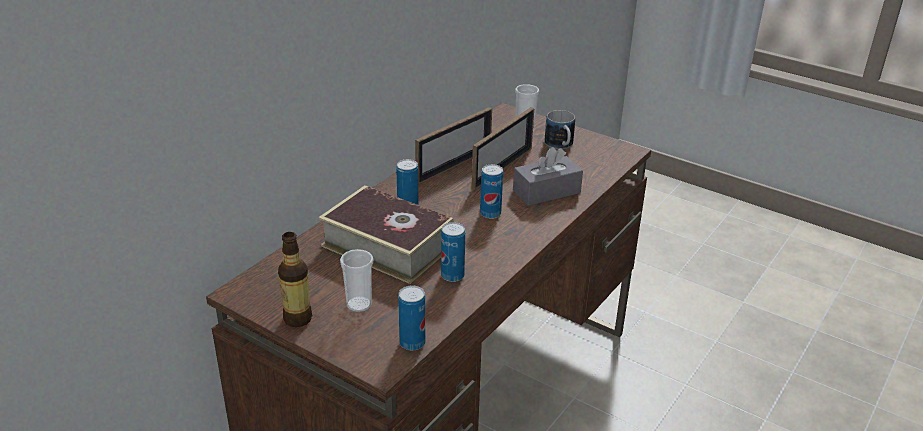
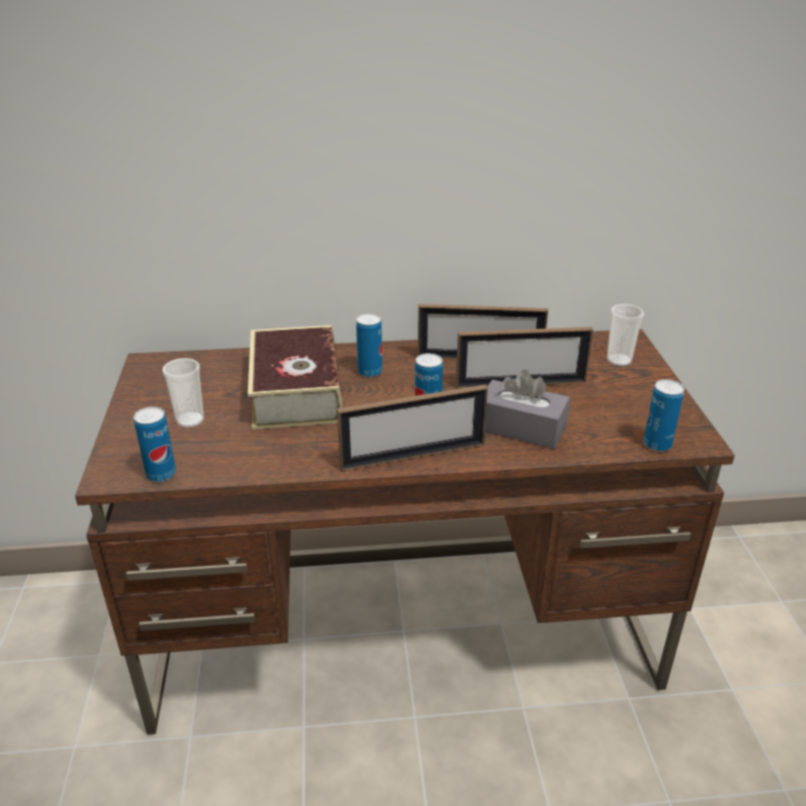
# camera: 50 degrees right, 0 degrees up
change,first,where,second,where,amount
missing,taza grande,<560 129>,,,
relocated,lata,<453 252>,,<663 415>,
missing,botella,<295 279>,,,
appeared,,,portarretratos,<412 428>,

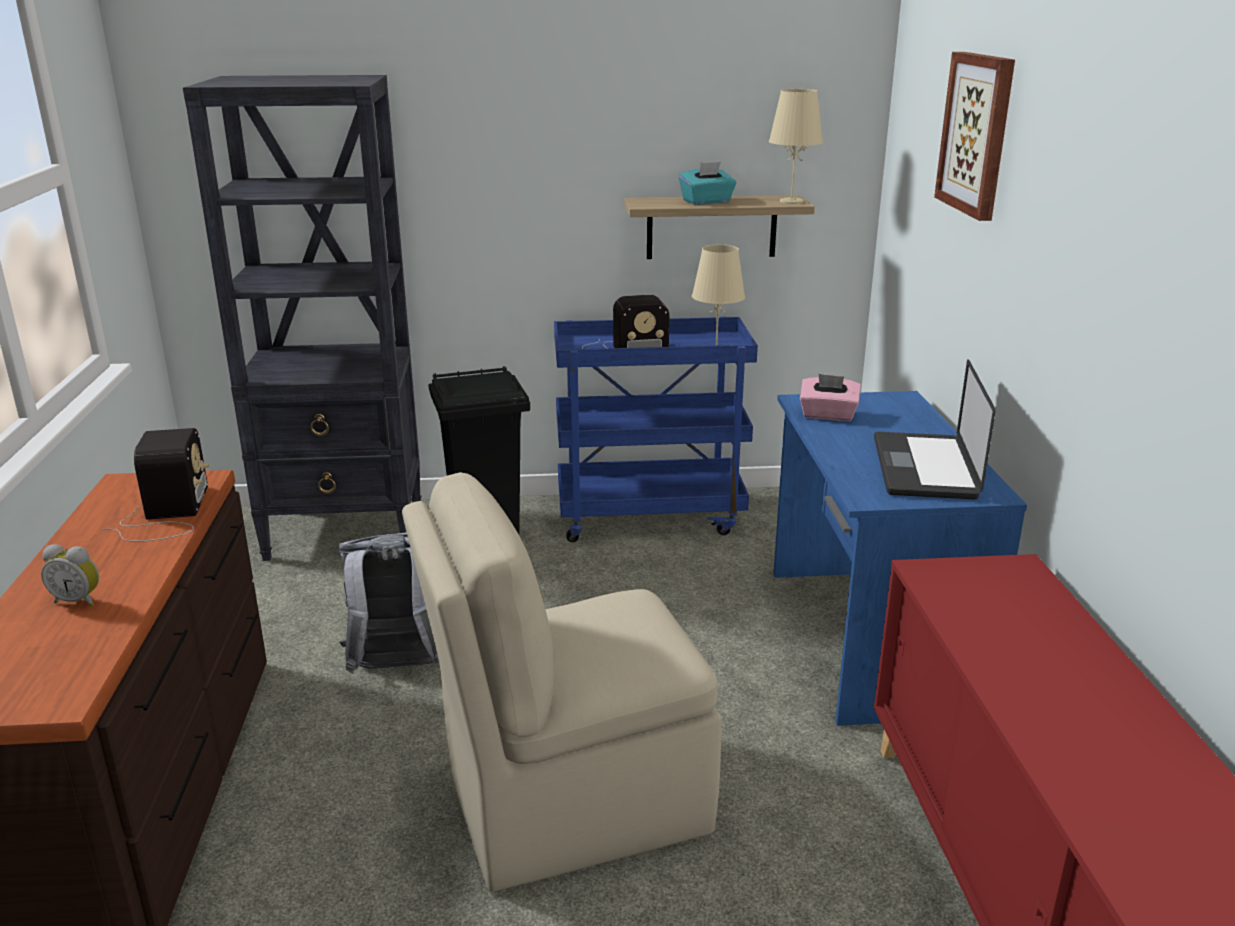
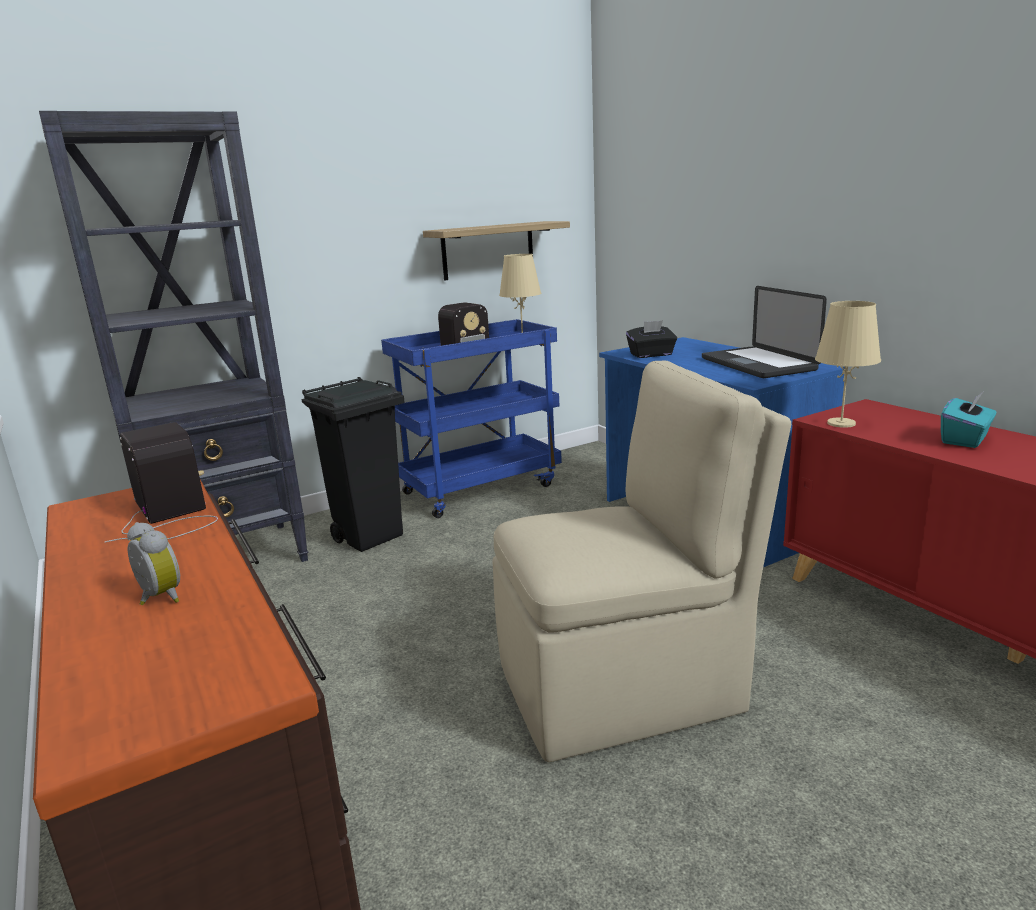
# camera: 25 degrees left, 5 degrees down
change,first,where,second,where,amount
missing,cuadro,<974 136>,,,
relocated,lámpara de mesa/beis,<796 146>,,<848 364>,
relocated,caja de pañuelos/turquesa,<707 183>,,<968 419>,
colour,caja de pañuelos/rosa,<830 397>,caja de pañuelos/negro,<651 339>,
spun,silla/beis,<562 682>,,<641 561>,150 degrees counterclockwise
missing,mochila/gris,<389 602>,,,
spun,despertador,<70 575>,,<153 563>,120 degrees counterclockwise

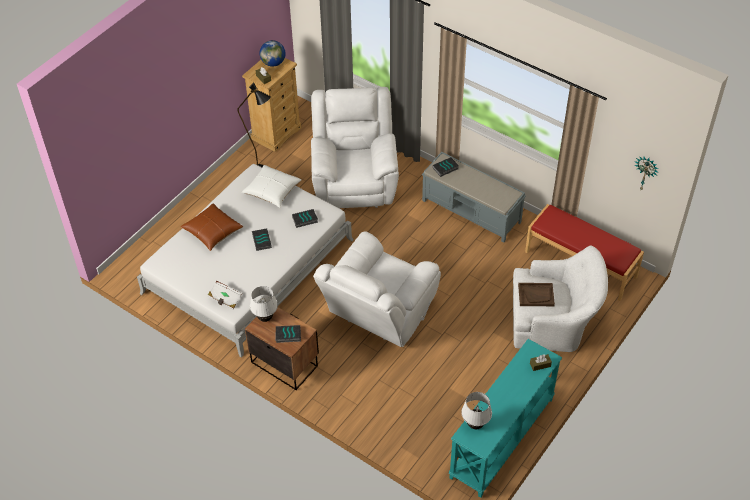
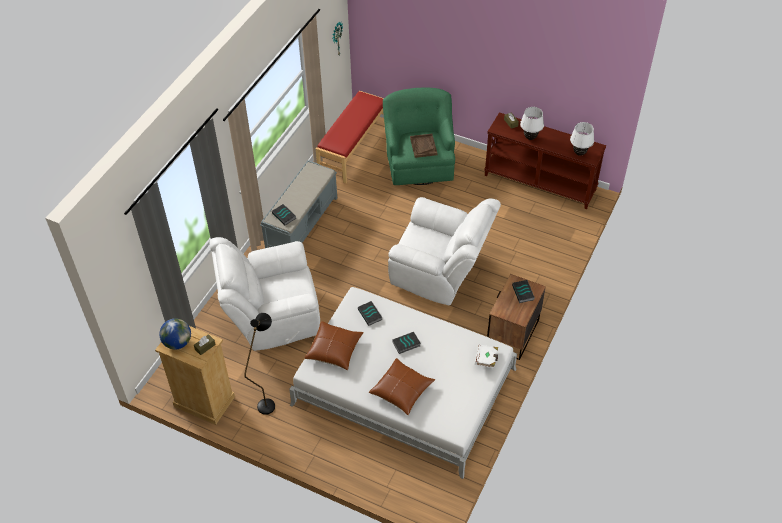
# camera: 100 degrees left, 0 degrees up
change,first,where,second,where,amount
colour,cojín/blanco,<271 186>,cojín/marrón,<334 345>,
colour,sillón/blanco,<560 298>,sillón/verde,<419 136>,
relocated,lámpara de mesa/blanco,<264 304>,,<532 123>,
colour,mesa consola/turquesa,<505 418>,mesa consola/marrón,<545 160>,

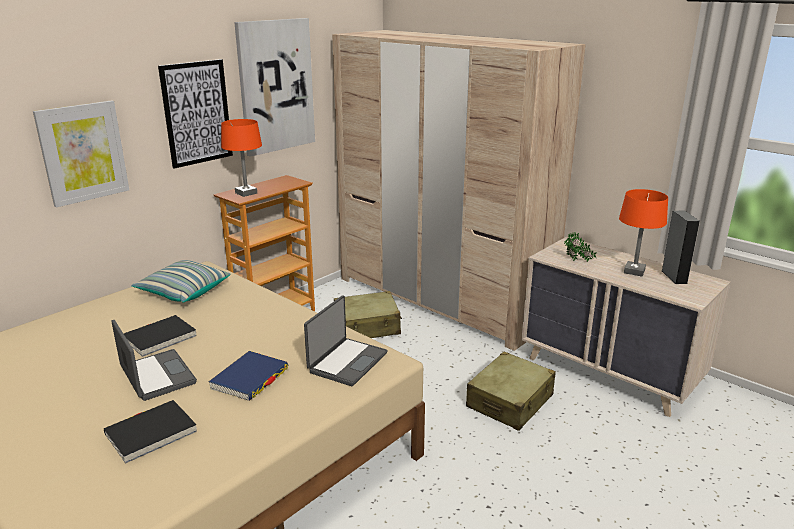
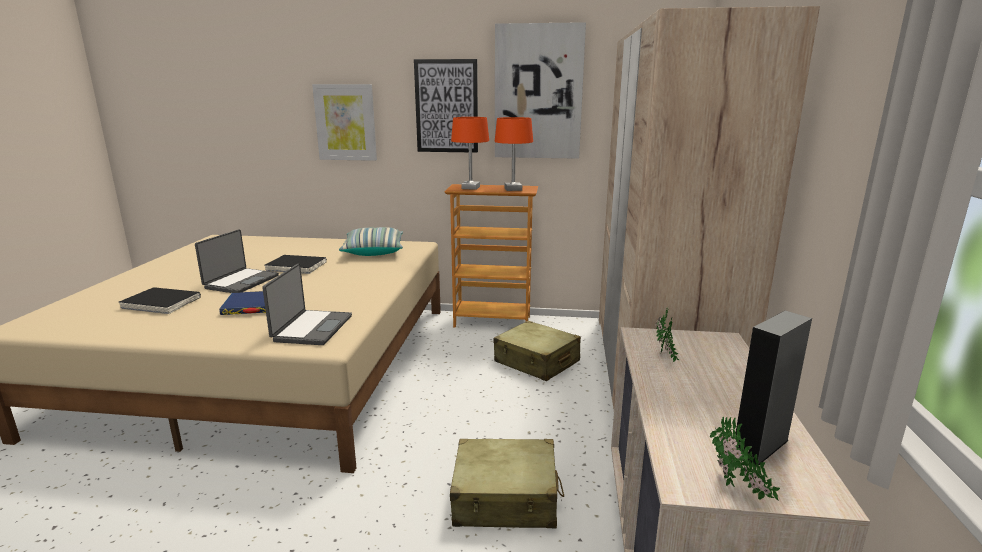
# camera: 55 degrees right, 5 degrees down
change,first,where,second,where,amount
relocated,lámpara de mesa/naranja,<643 232>,,<514 154>,
spun,portátil,<346 340>,,<307 304>,75 degrees counterclockwise
appeared,,,planta en maceta,<745 459>,

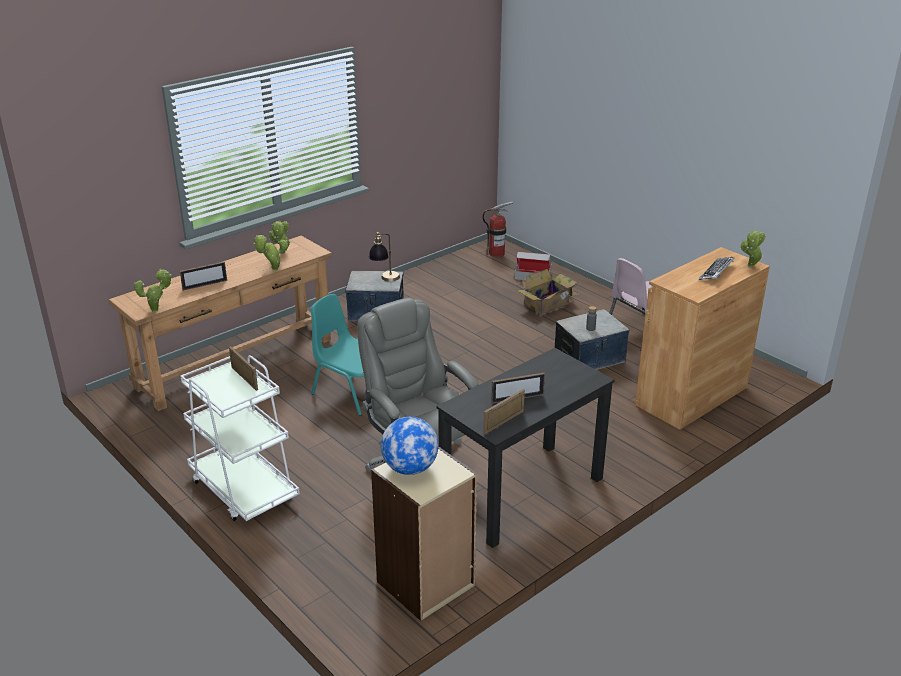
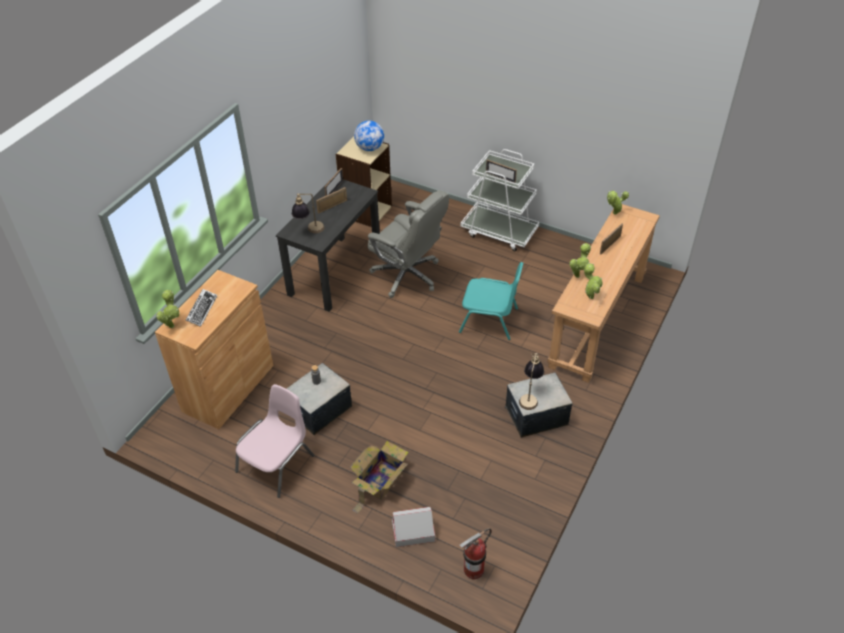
# camera: 160 degrees right, 15 degrees up
change,first,where,second,where,amount
appeared,,,lámpara de mesa,<308 213>,

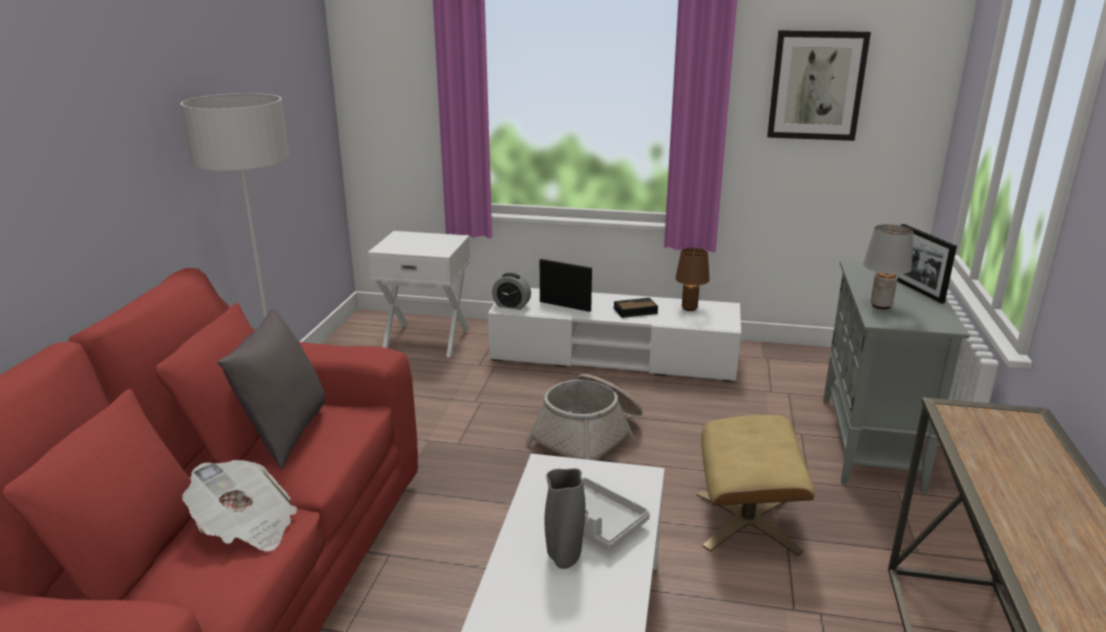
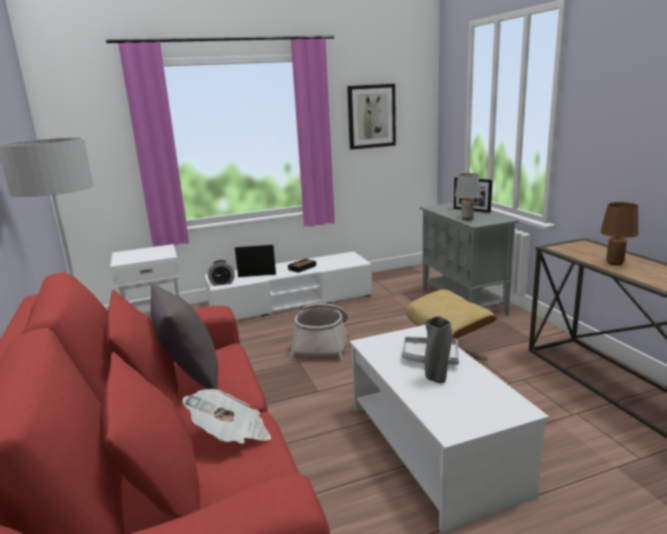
# camera: 30 degrees left, 5 degrees down
change,first,where,second,where,amount
relocated,lámpara de mesa/marrón,<692 279>,,<619 233>,

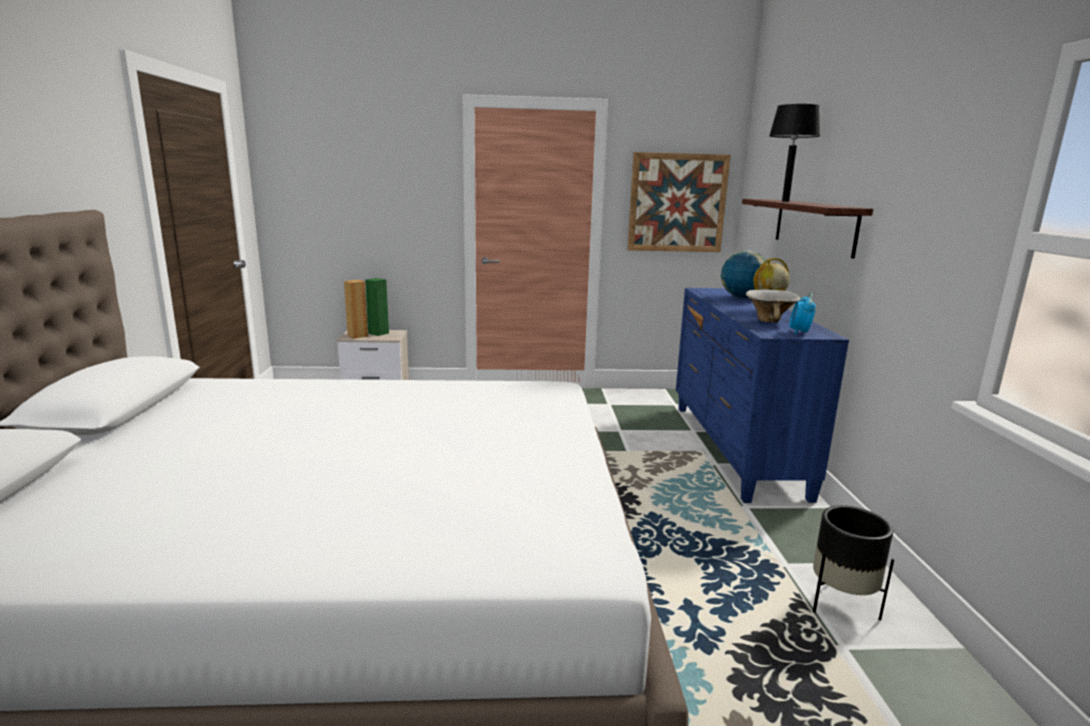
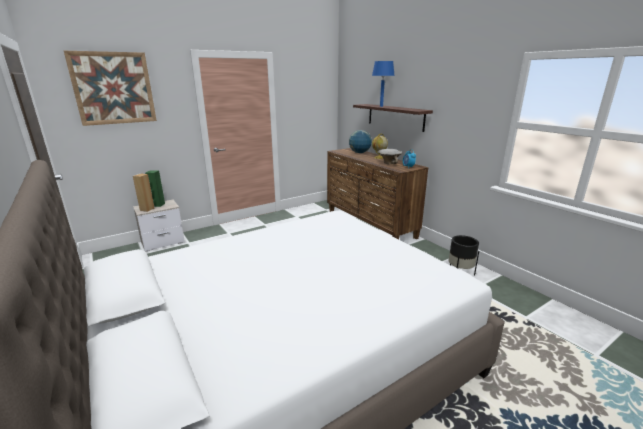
# camera: 30 degrees left, 5 degrees up
change,first,where,second,where,amount
colour,lámpara de mesa/negro,<794 153>,lámpara de mesa/azul,<383 84>,
relocated,cuadro,<679 202>,,<110 88>,
colour,cómoda/azul,<762 395>,cómoda/marrón,<377 193>,

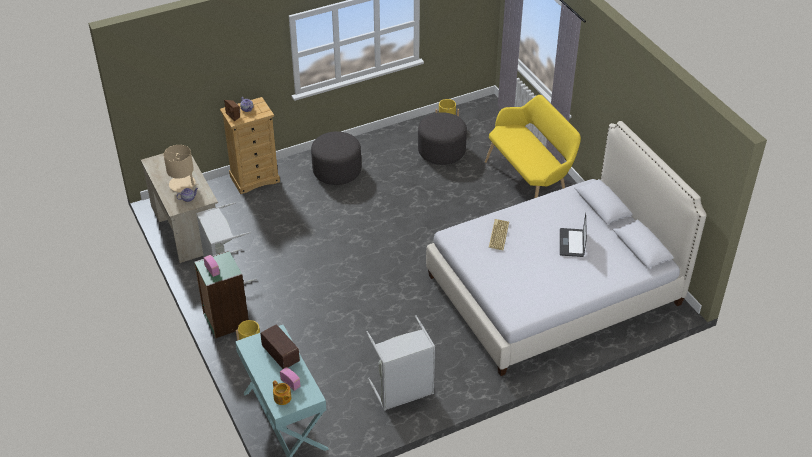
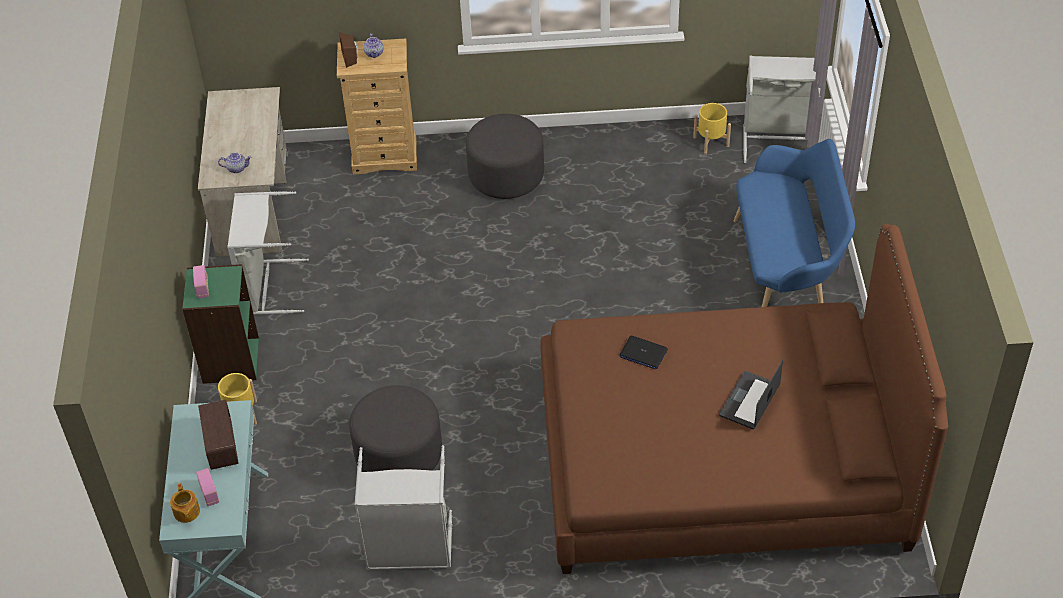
# camera: 25 degrees right, 5 degrees up
change,first,where,second,where,amount
colour,banco/amarillo,<533 146>,banco/azul,<794 223>,
relocated,puf/gris,<442 138>,,<395 428>,
colour,cama/blanco,<566 248>,cama/marrón,<744 399>,
missing,lámpara de mesa/beis,<180 168>,,,
exchanged,teclado,<499 234>,portátil,<643 352>,
appeared,,,cesto de la ropa/gris,<781 109>,

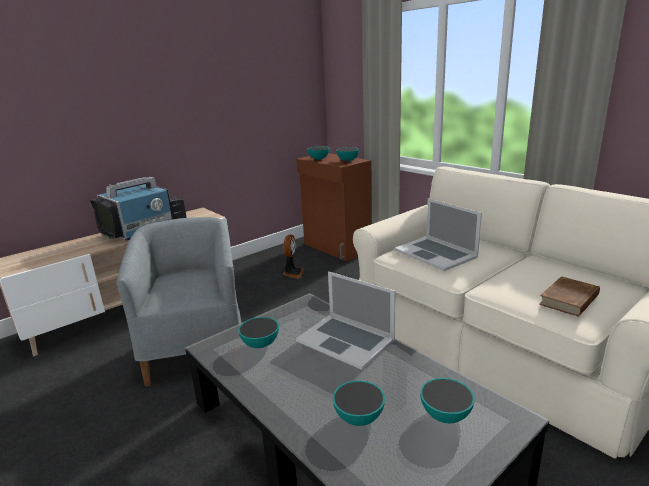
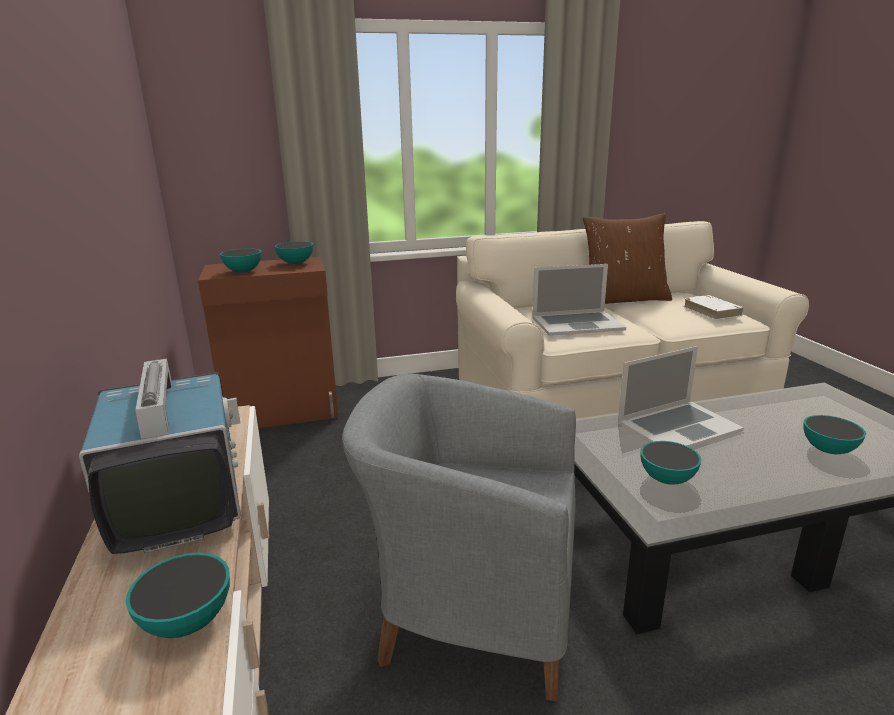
# camera: 65 degrees left, 0 degrees up
change,first,where,second,where,amount
missing,ventilador,<293 257>,,,
colour,libro/marrón,<569 296>,libro/blanco,<713 307>,
relocated,cuenco,<447 400>,,<177 595>,
appeared,,,cojín/marrón,<627 258>,

